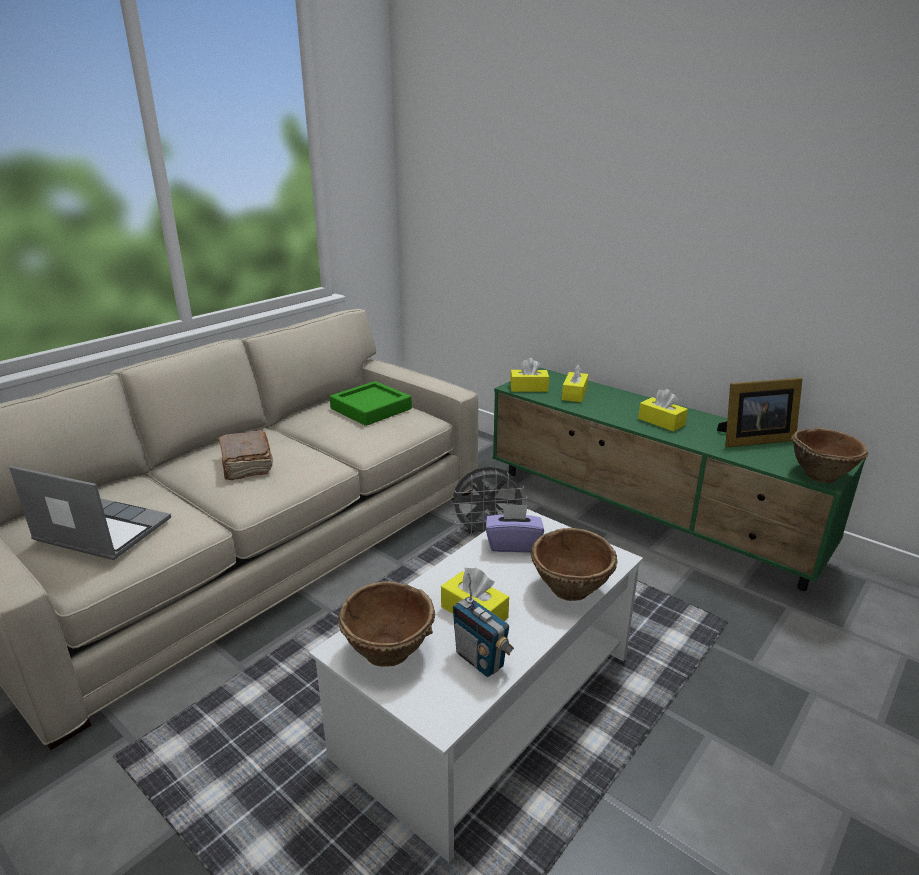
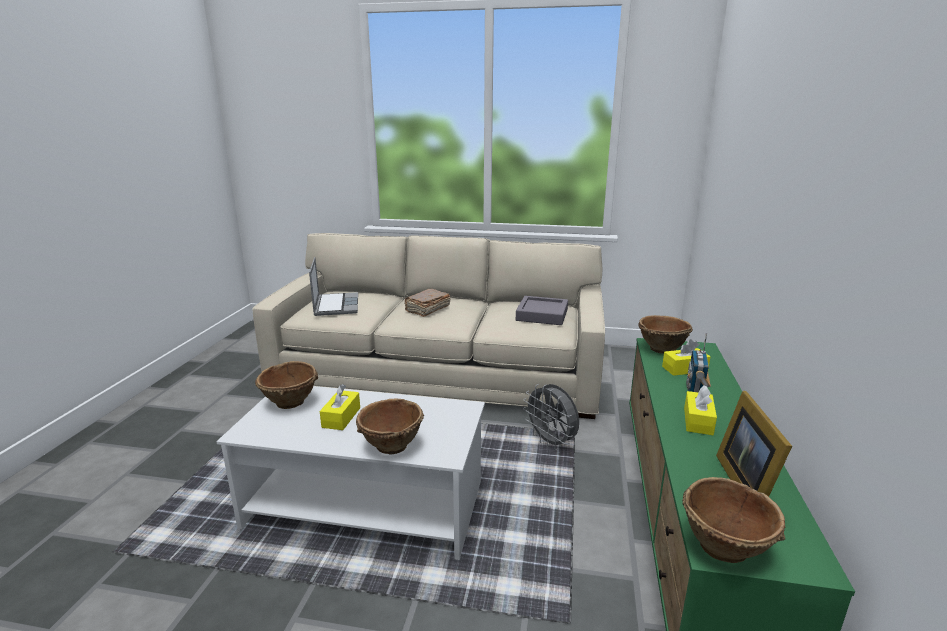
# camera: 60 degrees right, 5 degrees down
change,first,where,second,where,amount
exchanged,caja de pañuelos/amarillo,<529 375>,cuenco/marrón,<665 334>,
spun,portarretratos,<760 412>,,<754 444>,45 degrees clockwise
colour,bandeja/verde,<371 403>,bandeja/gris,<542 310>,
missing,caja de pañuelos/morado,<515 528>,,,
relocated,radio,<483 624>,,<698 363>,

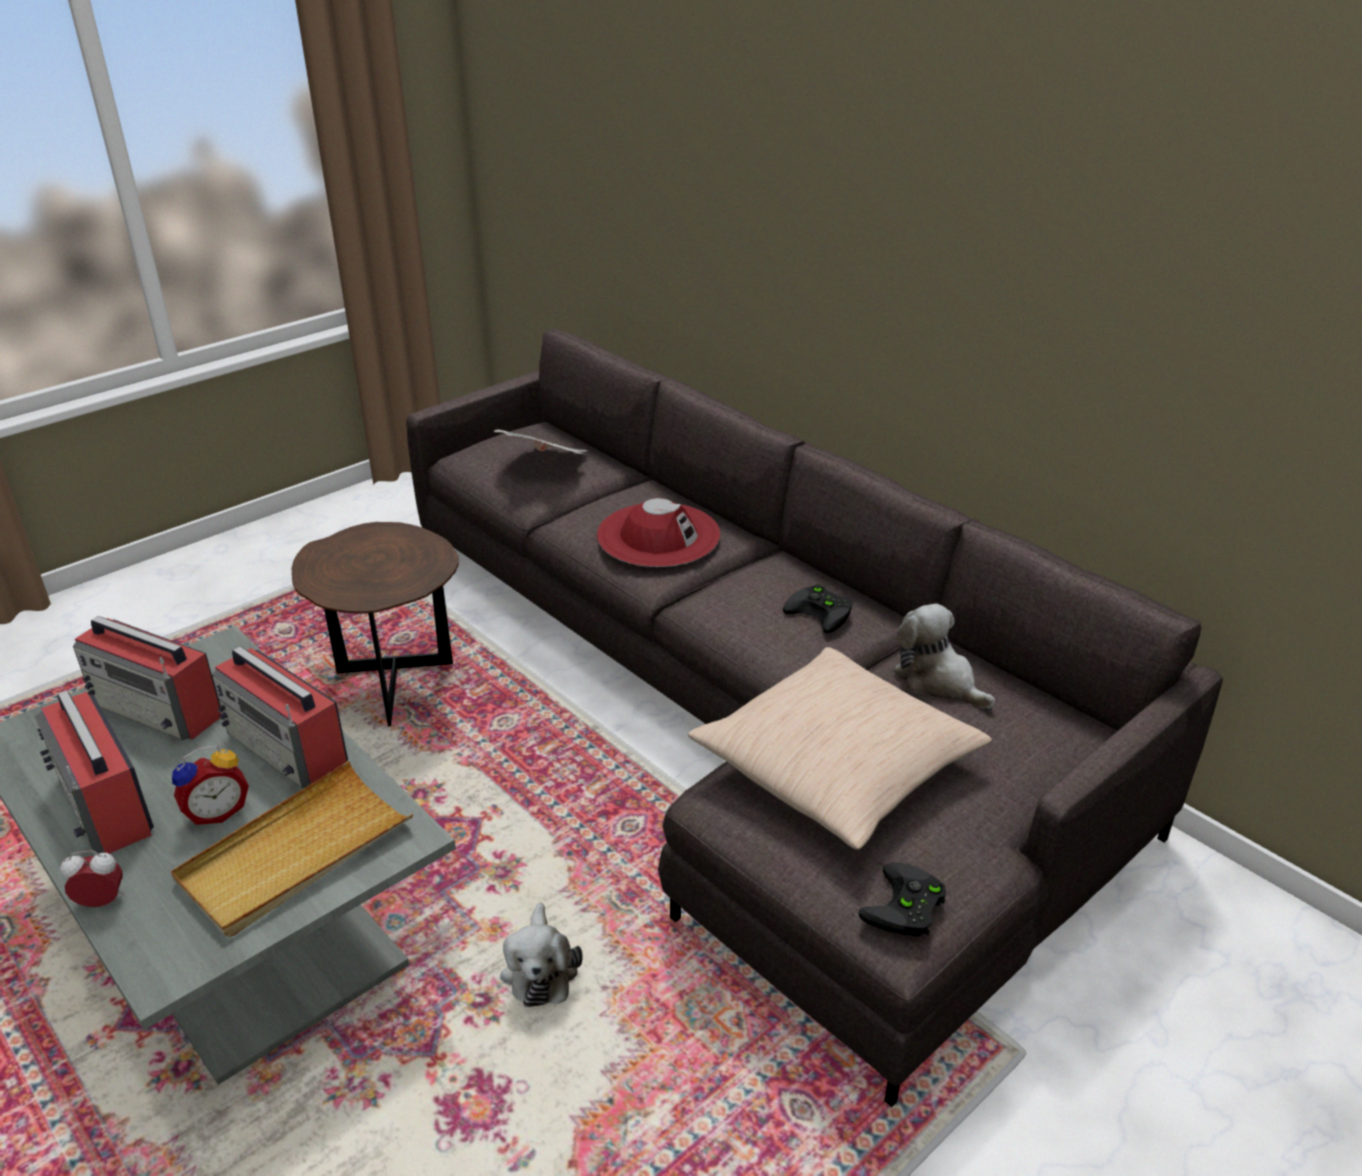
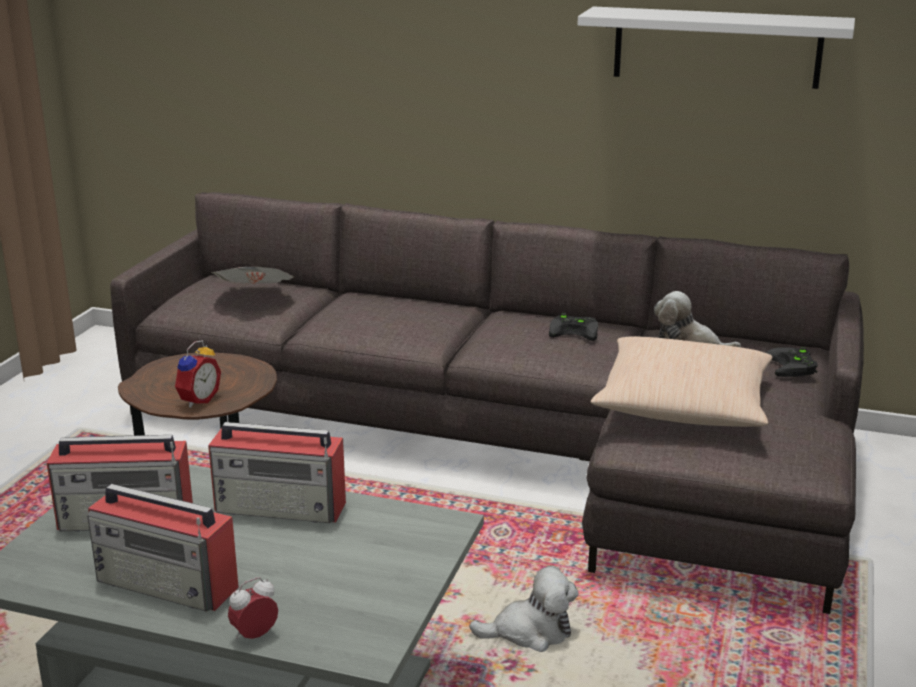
# camera: 30 degrees left, 10 degrees down
change,first,where,second,where,amount
missing,sombrero/rojo,<658 532>,,,
relocated,despertador,<210 785>,,<198 374>,
missing,bandeja/beis,<292 849>,,,
relocated,mando de consola/negro,<902 899>,,<792 362>,
spun,peluche,<541 955>,,<524 609>,60 degrees counterclockwise
appeared,,,estante/blanco,<716 47>,

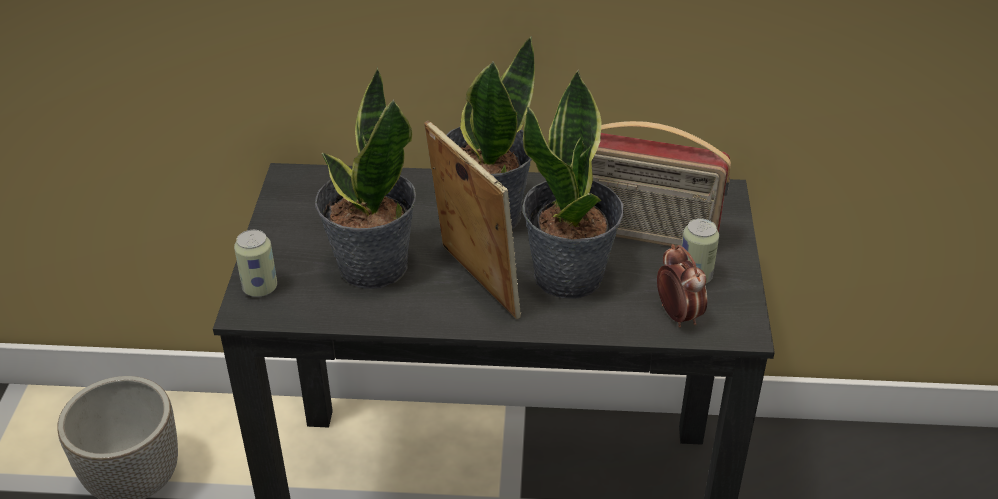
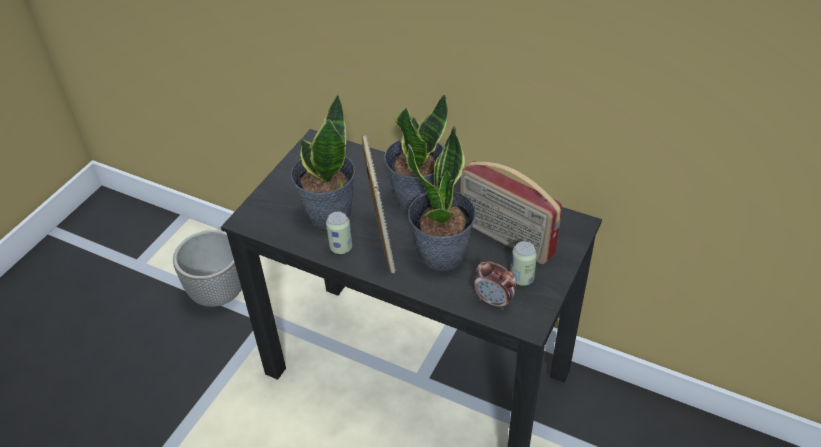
# camera: 25 degrees right, 5 degrees up
change,first,where,second,where,amount
relocated,lata,<255 263>,,<339 233>,
spun,despertador,<682 286>,,<495 285>,120 degrees clockwise

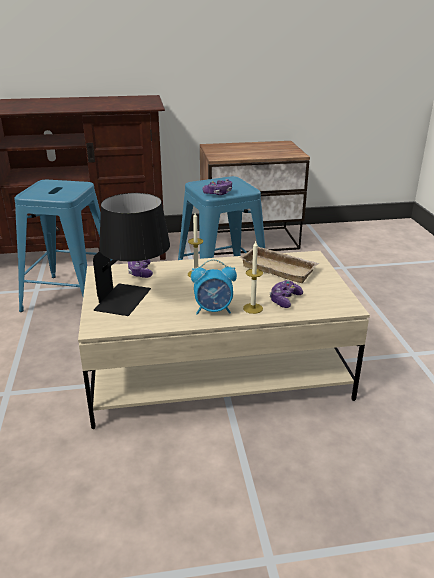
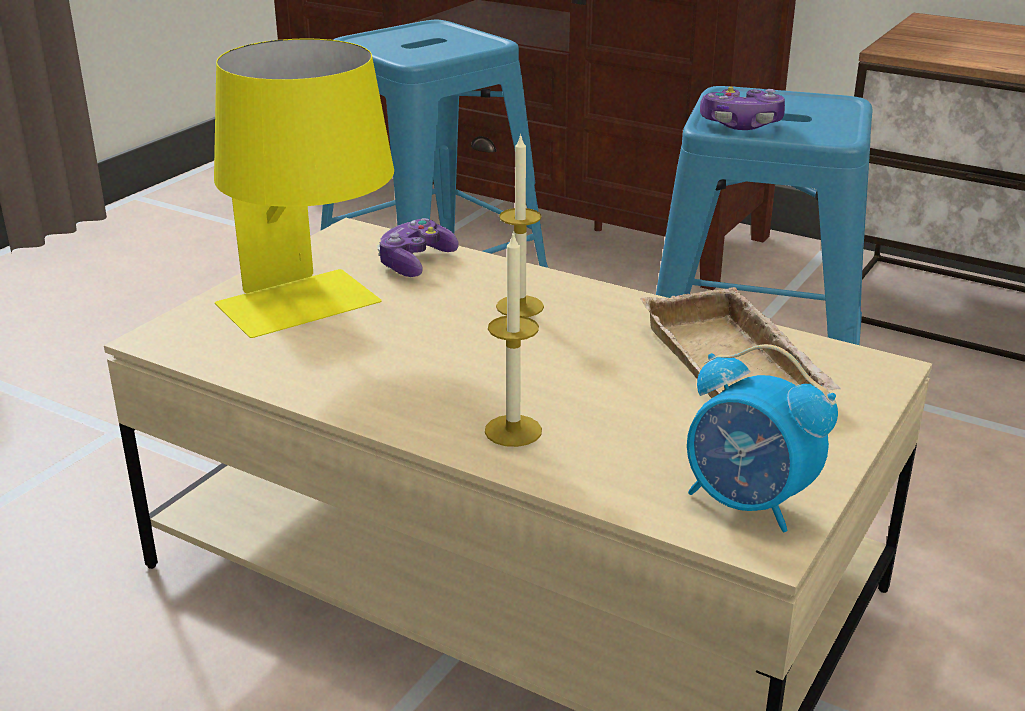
# camera: 40 degrees right, 0 degrees up
change,first,where,second,where,amount
colour,lámpara de mesa/negro,<131 254>,lámpara de mesa/amarillo,<304 188>,
relocated,despertador,<214 286>,,<762 438>,
missing,mando de consola,<286 294>,,,

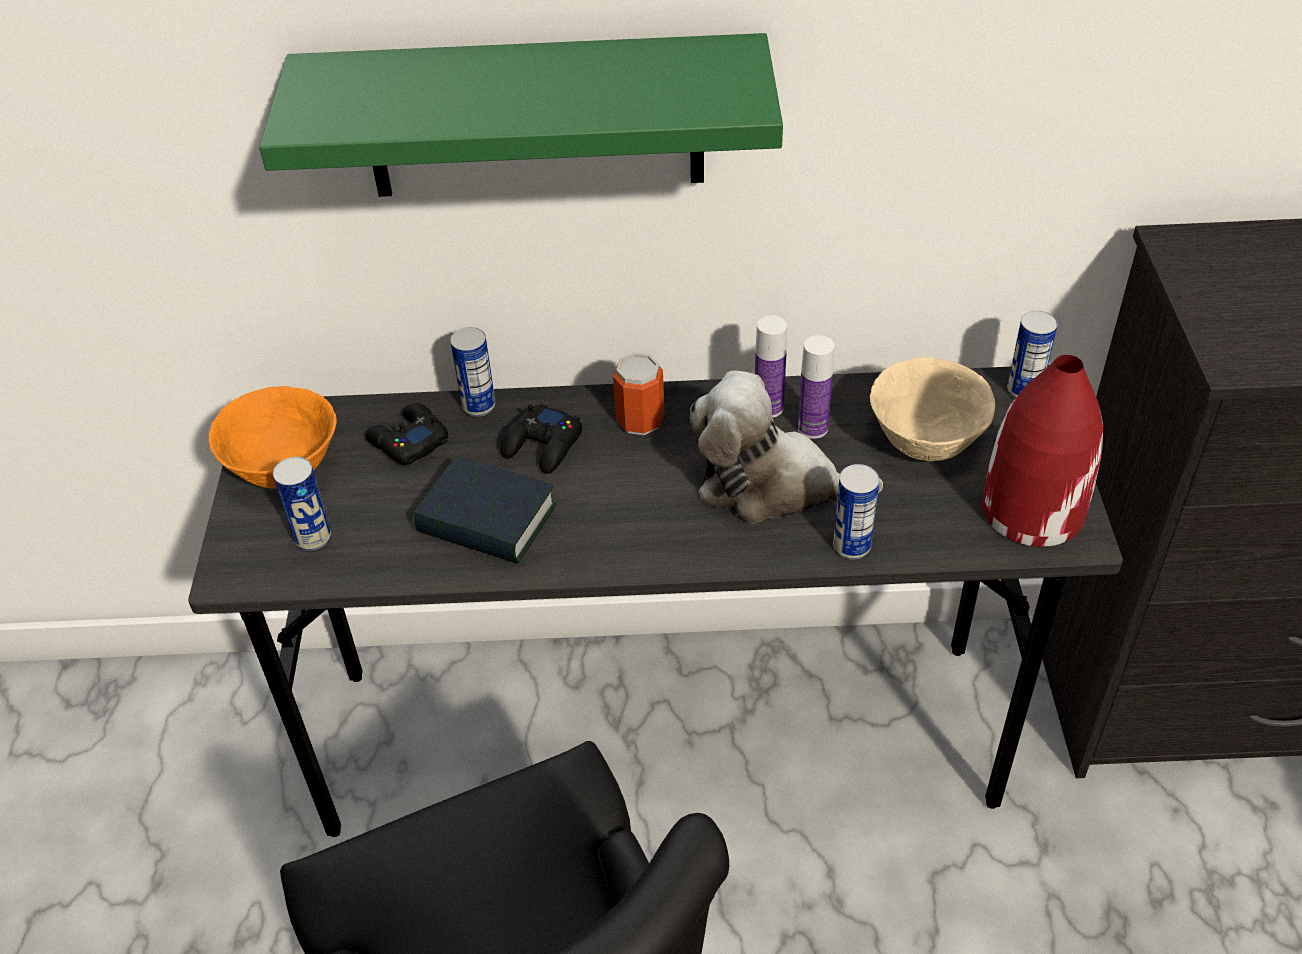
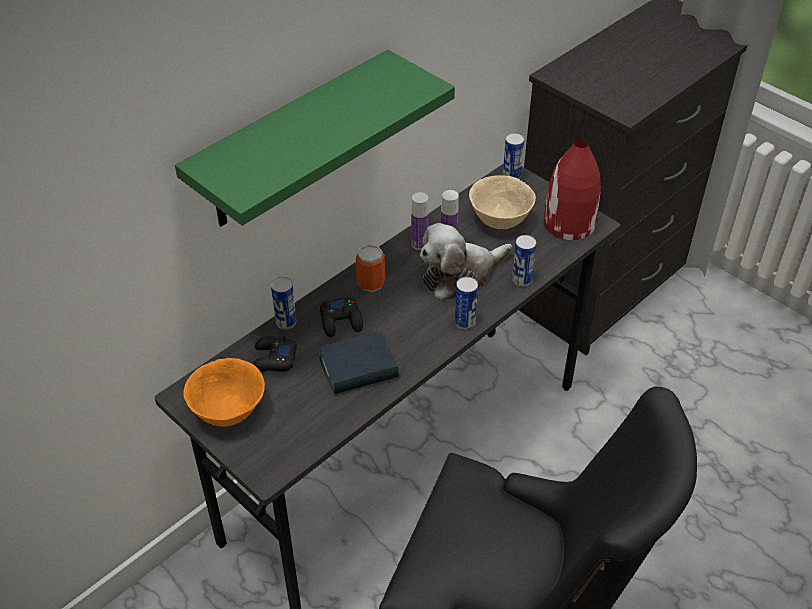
# camera: 45 degrees left, 0 degrees up
change,first,where,second,where,amount
relocated,lata,<302 503>,,<466 303>,

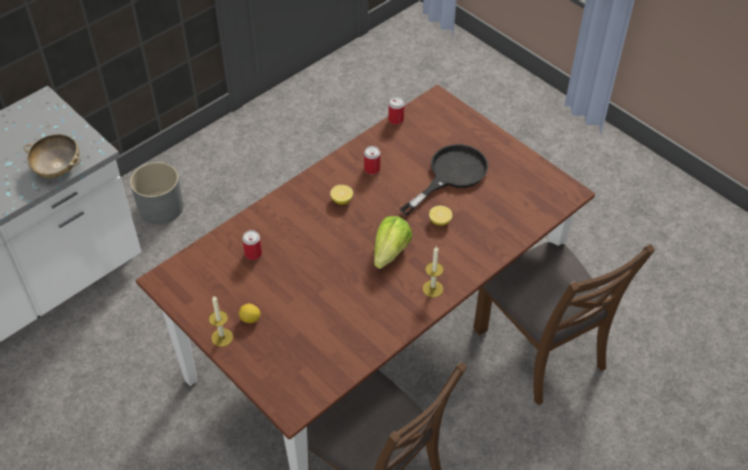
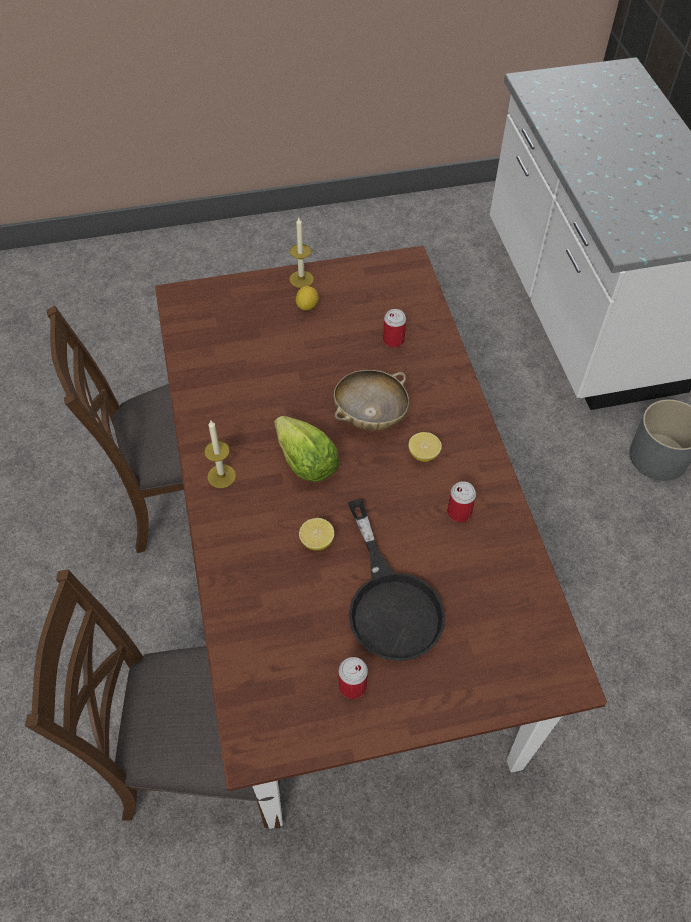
# camera: 120 degrees right, 5 degrees up
change,first,where,second,where,amount
relocated,lata,<396 111>,,<353 678>,
relocated,cuenco/beis,<52 156>,,<371 400>,

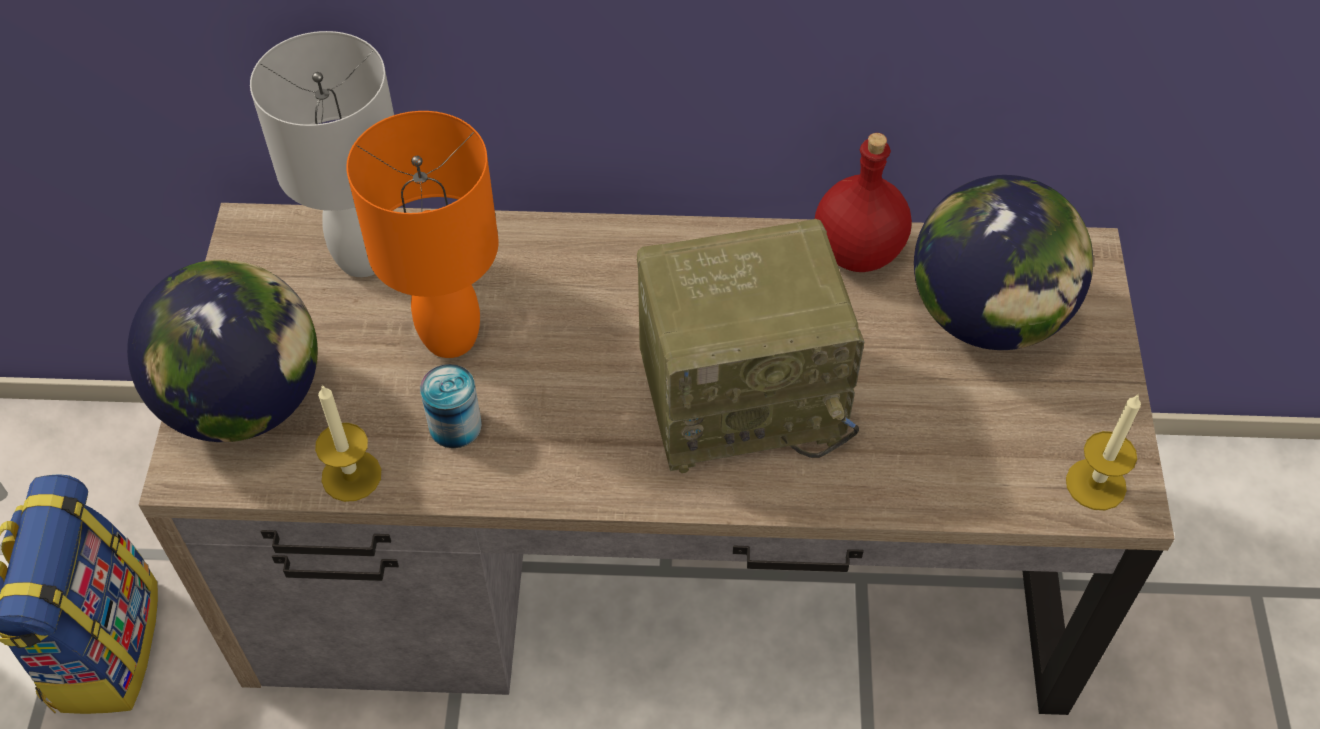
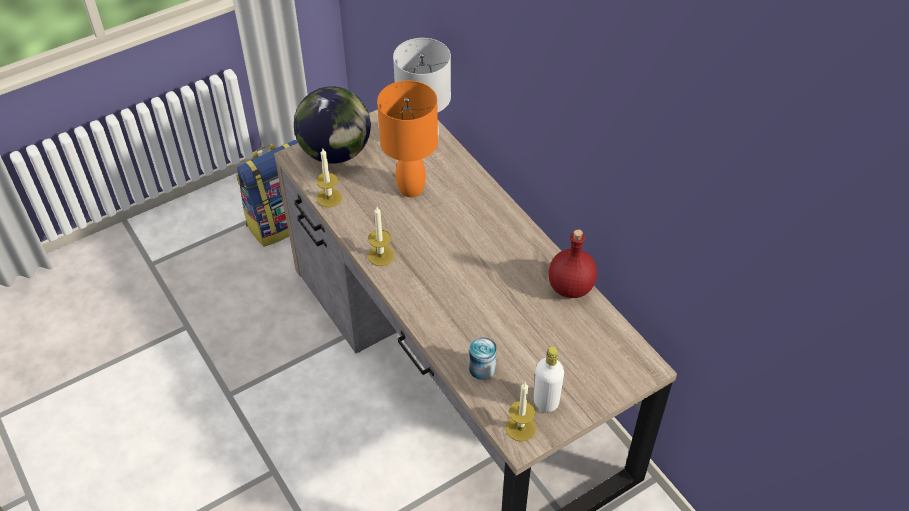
# camera: 55 degrees right, 5 degrees down
change,first,where,second,where,amount
missing,globo terráqueo,<1003 262>,,,
missing,radio,<750 346>,,,
relocated,lata,<451 406>,,<483 358>,
appeared,,,vela,<381 236>,
appeared,,,botella/blanco,<549 379>,

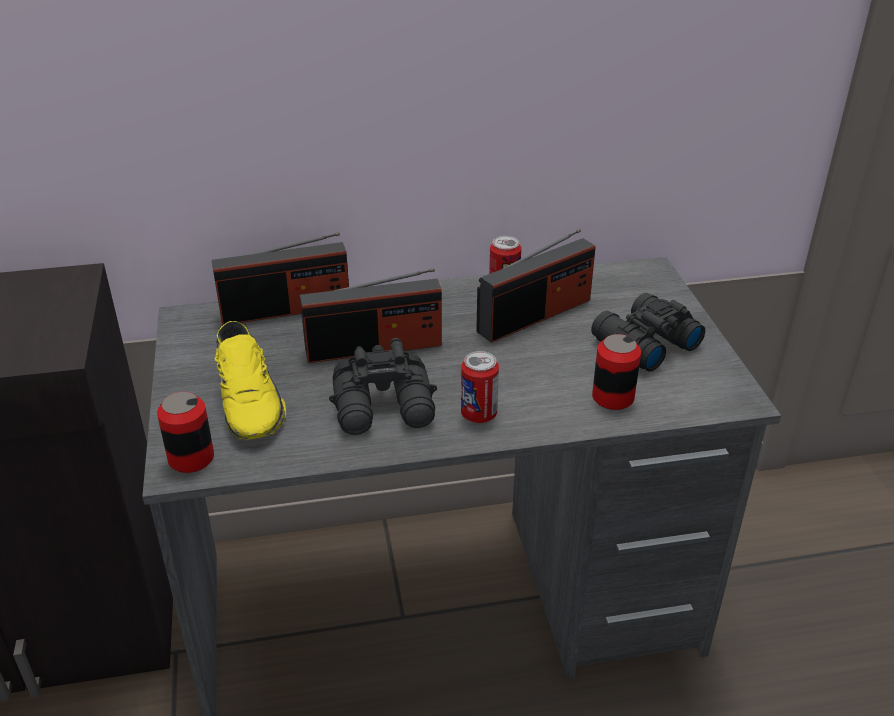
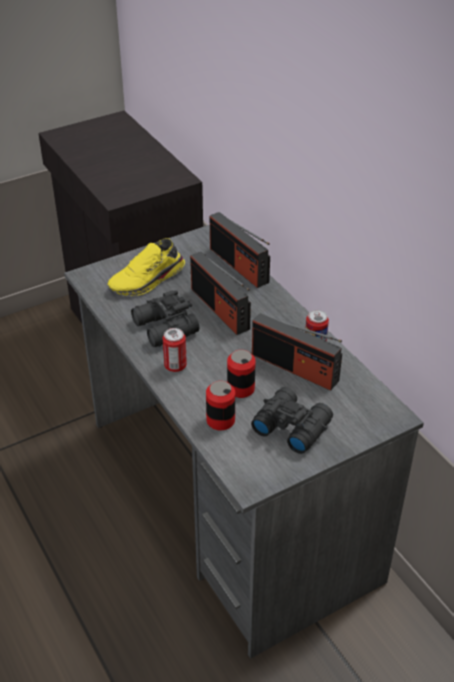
# camera: 70 degrees right, 5 degrees up
change,first,where,second,where,amount
relocated,lata,<185 432>,,<241 374>,

